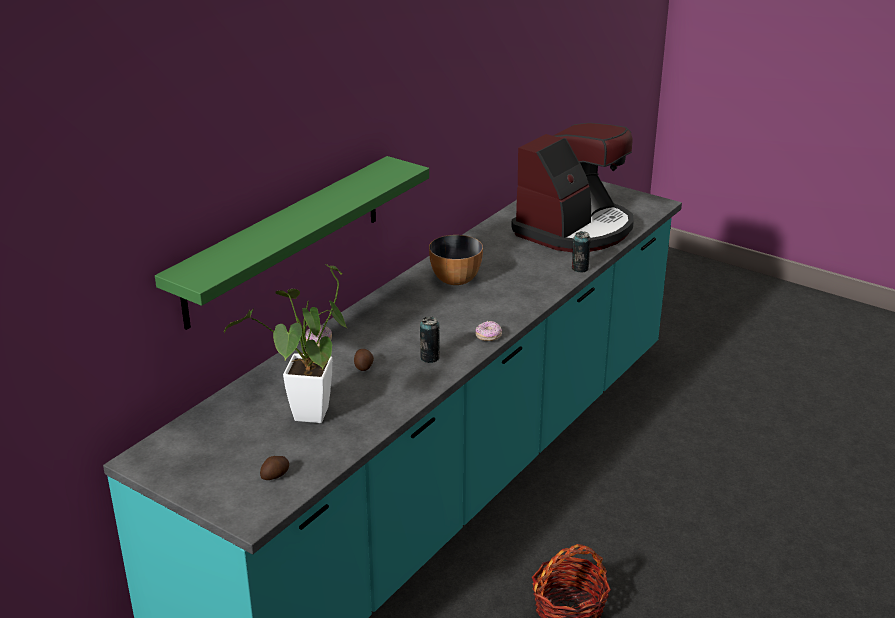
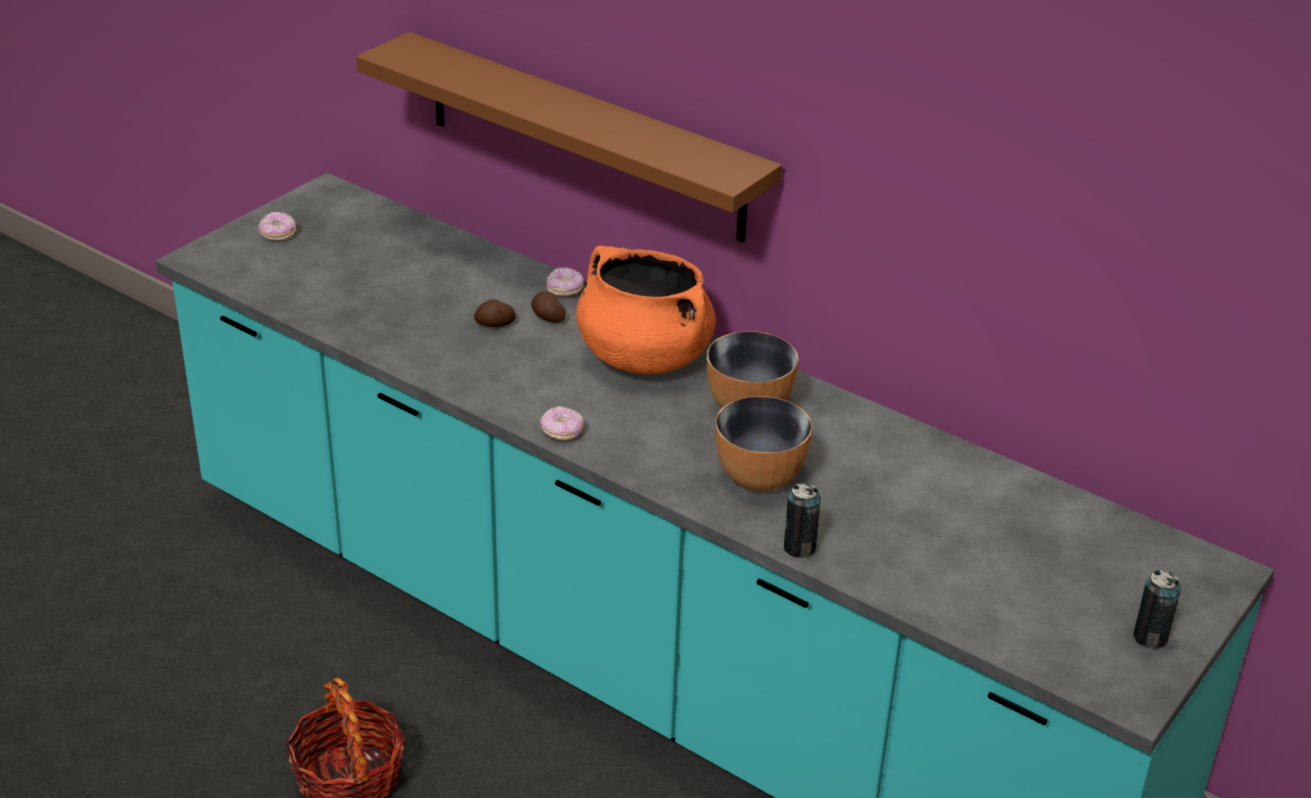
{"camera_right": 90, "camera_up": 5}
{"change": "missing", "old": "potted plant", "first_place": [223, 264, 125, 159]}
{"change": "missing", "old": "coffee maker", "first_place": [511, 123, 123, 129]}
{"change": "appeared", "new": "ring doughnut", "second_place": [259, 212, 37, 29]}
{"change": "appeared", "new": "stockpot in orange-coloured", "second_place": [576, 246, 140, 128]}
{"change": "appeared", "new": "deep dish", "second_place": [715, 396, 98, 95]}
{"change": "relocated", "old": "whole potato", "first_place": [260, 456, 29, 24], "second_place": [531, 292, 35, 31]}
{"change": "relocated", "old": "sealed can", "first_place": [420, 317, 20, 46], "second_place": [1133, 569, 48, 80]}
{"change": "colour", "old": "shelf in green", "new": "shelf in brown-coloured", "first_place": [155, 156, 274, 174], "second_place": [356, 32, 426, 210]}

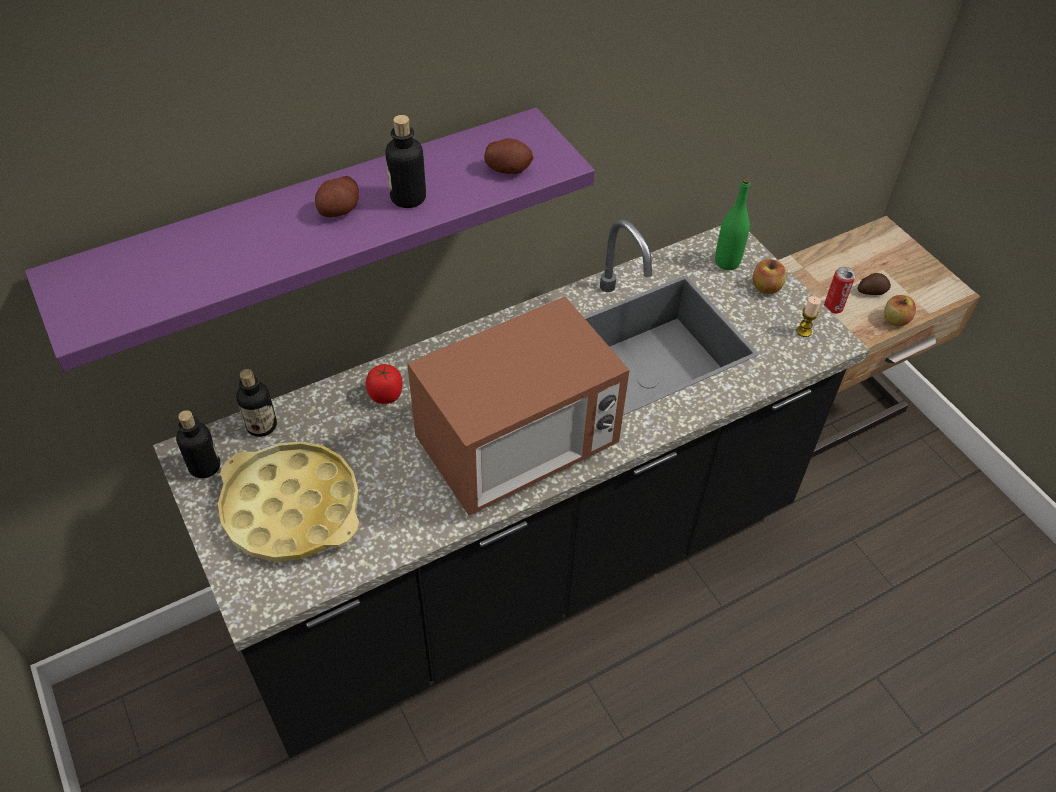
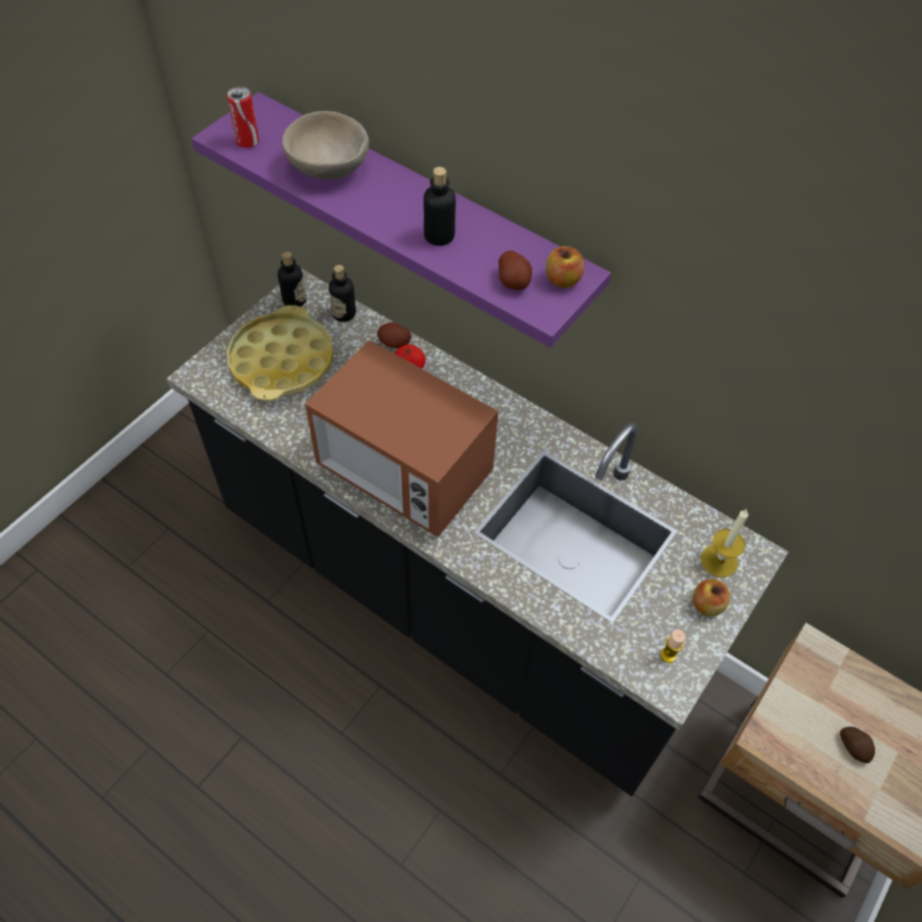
{"camera_right": 65, "camera_up": 5}
{"change": "appeared", "new": "deep dish in sand-coloured", "second_place": [282, 111, 87, 69]}
{"change": "relocated", "old": "whole potato", "first_place": [315, 176, 44, 41], "second_place": [377, 322, 34, 26]}
{"change": "relocated", "old": "sealed can", "first_place": [824, 267, 31, 47], "second_place": [227, 86, 32, 62]}
{"change": "relocated", "old": "apple", "first_place": [884, 295, 32, 31], "second_place": [546, 246, 38, 42]}
{"change": "exchanged", "old": "beverage bottle in green", "new": "wax candle", "first_place": [715, 178, 35, 92], "second_place": [701, 509, 47, 68]}

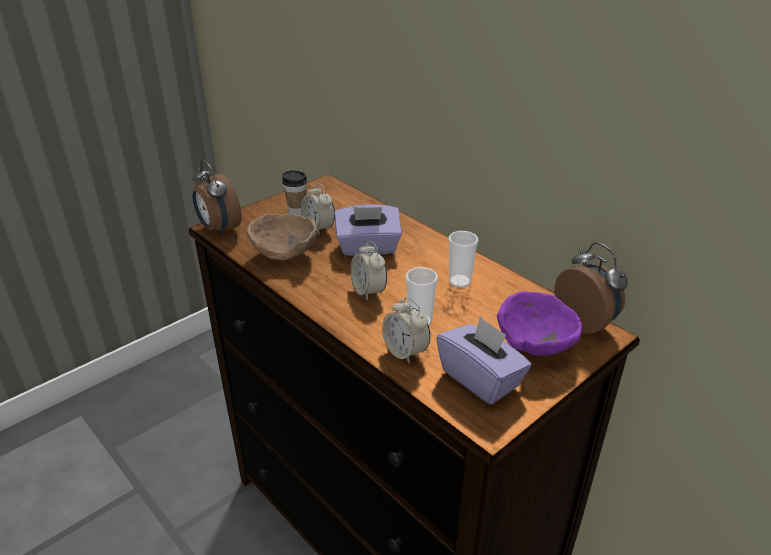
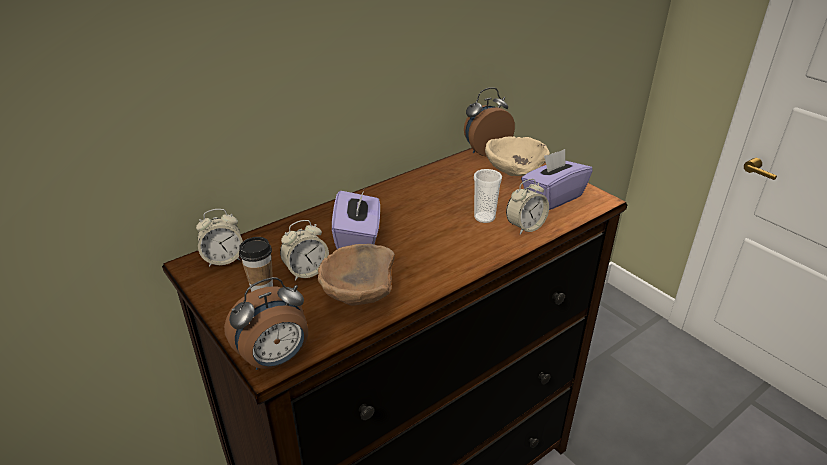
{"camera_right": -85, "camera_up": 0}
{"change": "missing", "old": "cup", "first_place": [448, 231, 31, 57]}
{"change": "relocated", "old": "alarm clock", "first_place": [351, 241, 36, 60], "second_place": [196, 209, 47, 58]}
{"change": "colour", "old": "deep dish in purple-coloured", "new": "deep dish in sand-coloured", "first_place": [497, 291, 85, 65], "second_place": [485, 136, 65, 40]}

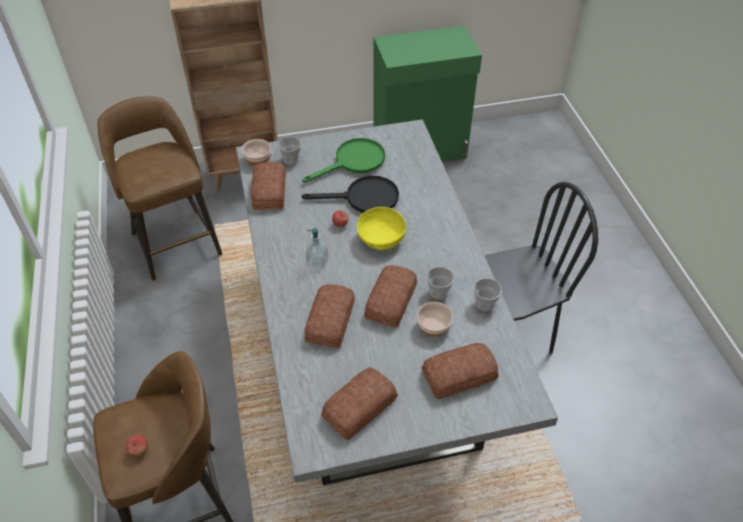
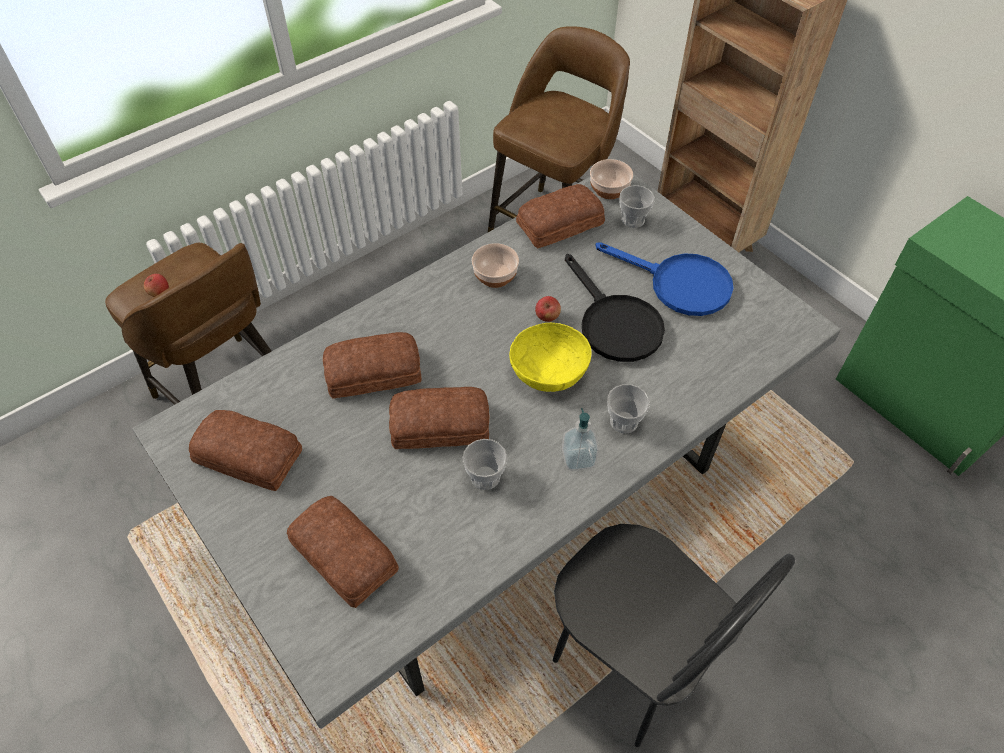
{"camera_right": 65, "camera_up": 5}
{"change": "relocated", "old": "soap dispenser", "first_place": [305, 228, 24, 41], "second_place": [562, 408, 37, 63]}
{"change": "relocated", "old": "deep dish", "first_place": [416, 302, 37, 35], "second_place": [472, 243, 47, 45]}
{"change": "relocated", "old": "cup", "first_place": [474, 278, 28, 33], "second_place": [607, 384, 43, 49]}
{"change": "colour", "old": "skillet in green", "new": "skillet in blue-coloured", "first_place": [302, 138, 83, 45], "second_place": [596, 242, 138, 74]}

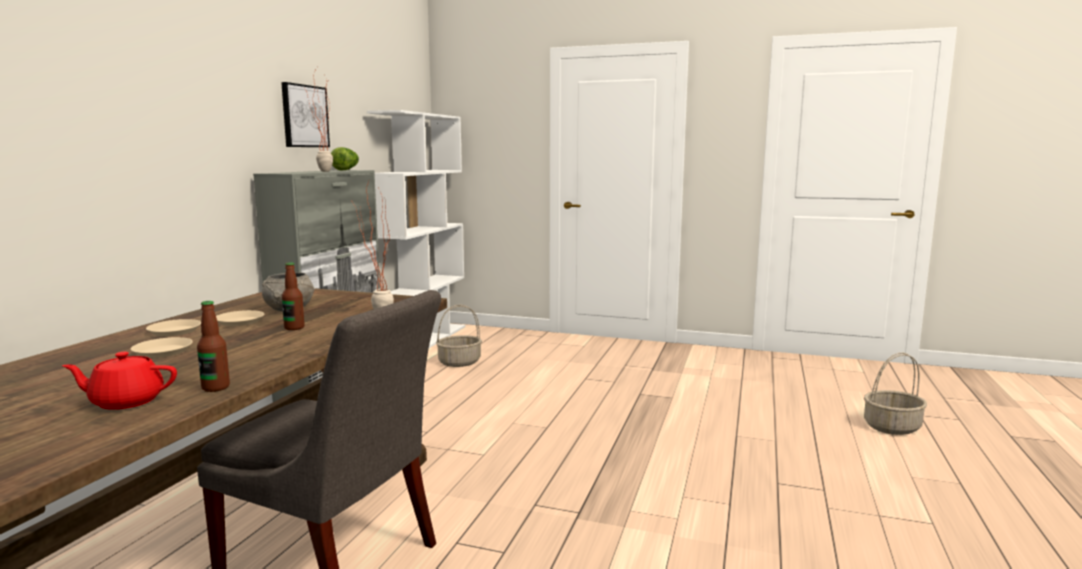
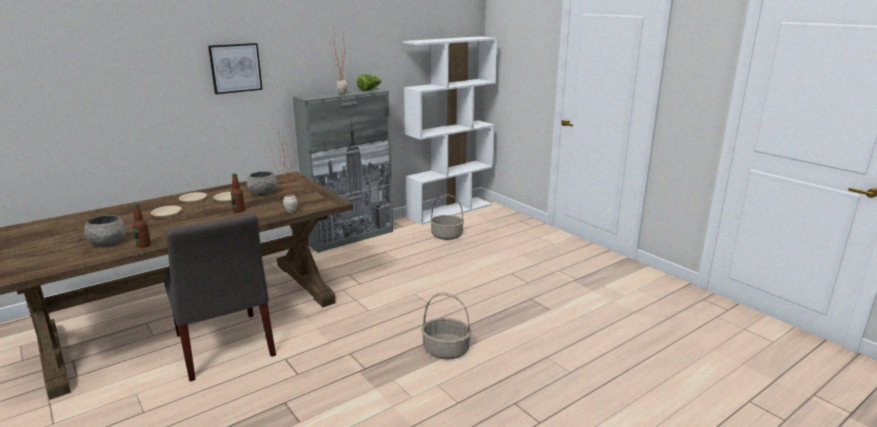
{"camera_right": 35, "camera_up": 10}
{"change": "relocated", "old": "wall art", "first_place": [281, 82, 49, 65], "second_place": [208, 43, 55, 51]}
{"change": "relocated", "old": "storage basket", "first_place": [864, 353, 63, 82], "second_place": [421, 293, 50, 66]}
{"change": "exchanged", "old": "pot for tea in reddish", "new": "deep dish in grey", "first_place": [62, 352, 115, 58], "second_place": [84, 215, 42, 31]}

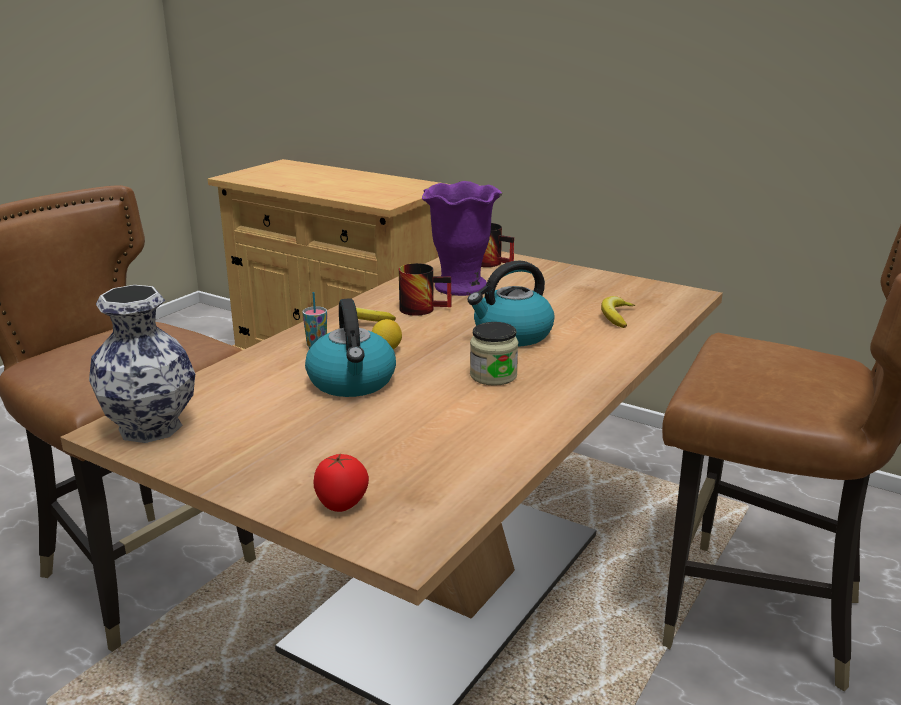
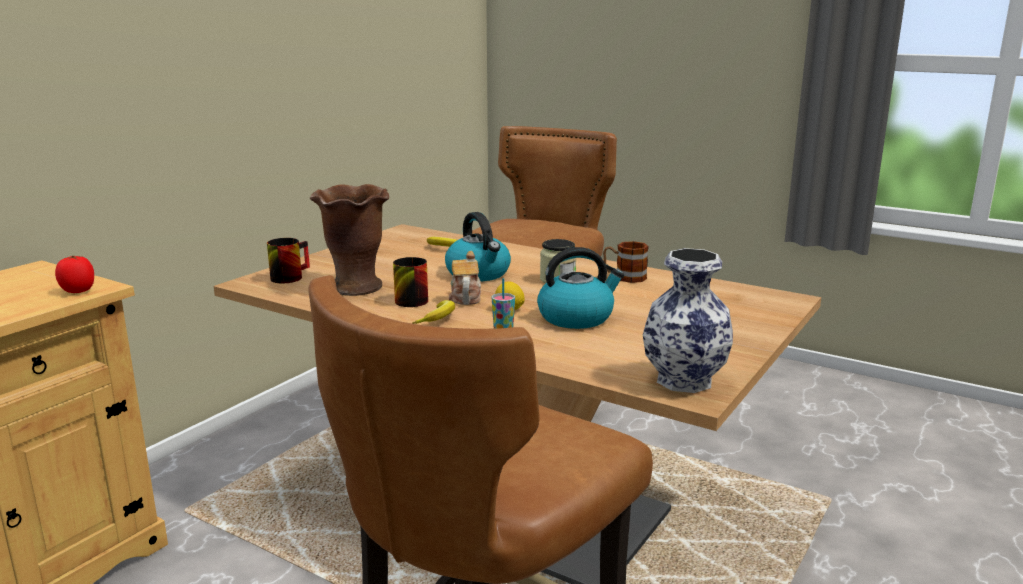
{"camera_right": -90, "camera_up": -5}
{"change": "appeared", "new": "pot for tea", "second_place": [449, 251, 32, 54]}
{"change": "appeared", "new": "coffee mug", "second_place": [603, 241, 46, 42]}
{"change": "relocated", "old": "whole tomato", "first_place": [313, 453, 56, 59], "second_place": [55, 256, 39, 37]}
{"change": "colour", "old": "flower vase in purple-coloured", "new": "flower vase in brown-coloured", "first_place": [422, 181, 80, 115], "second_place": [310, 184, 79, 112]}

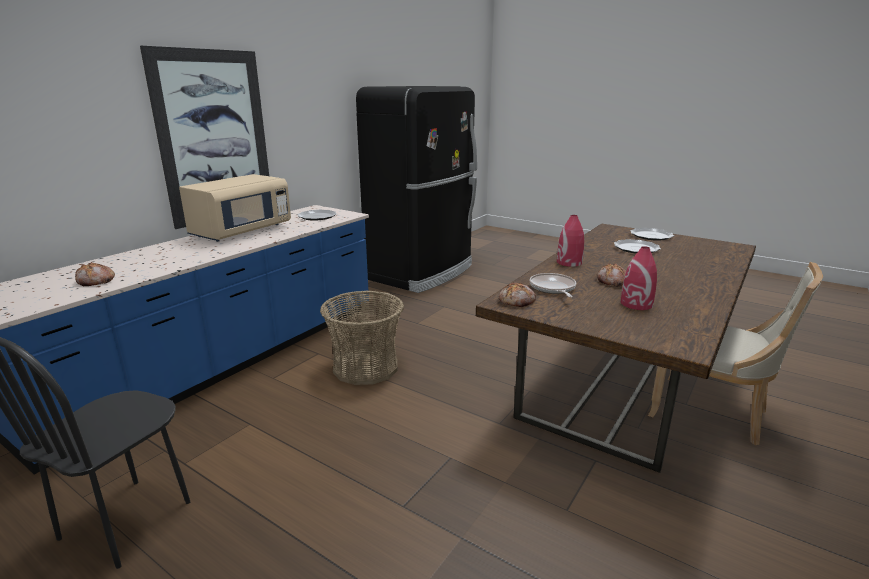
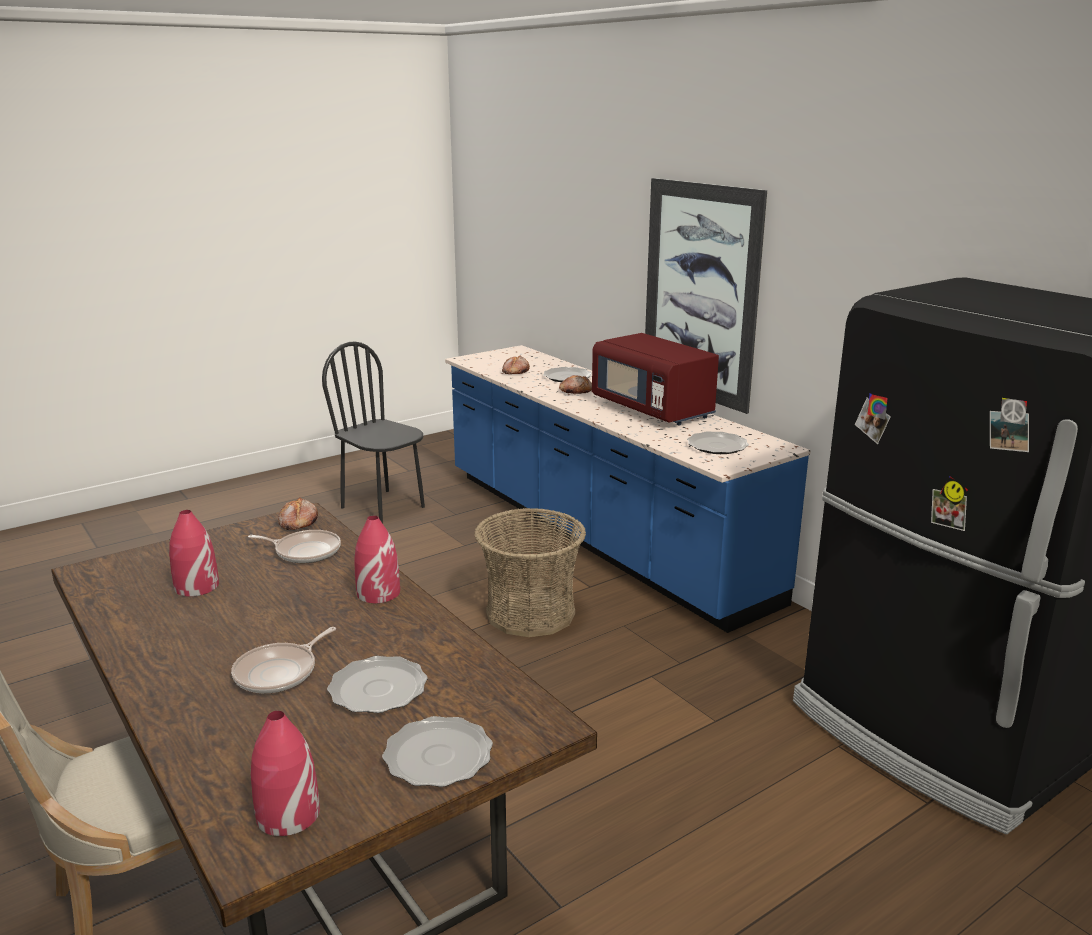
{"camera_right": 110, "camera_up": 0}
{"change": "appeared", "new": "skillet", "second_place": [231, 627, 105, 66]}
{"change": "appeared", "new": "flower vase in reddish", "second_place": [251, 711, 69, 125]}
{"change": "appeared", "new": "dinner plate", "second_place": [543, 367, 49, 15]}
{"change": "relocated", "old": "baked bread", "first_place": [597, 263, 29, 23], "second_place": [559, 375, 33, 19]}
{"change": "colour", "old": "microwave oven in sand-coloured", "new": "microwave oven in reddish", "first_place": [179, 174, 112, 68], "second_place": [592, 333, 127, 92]}

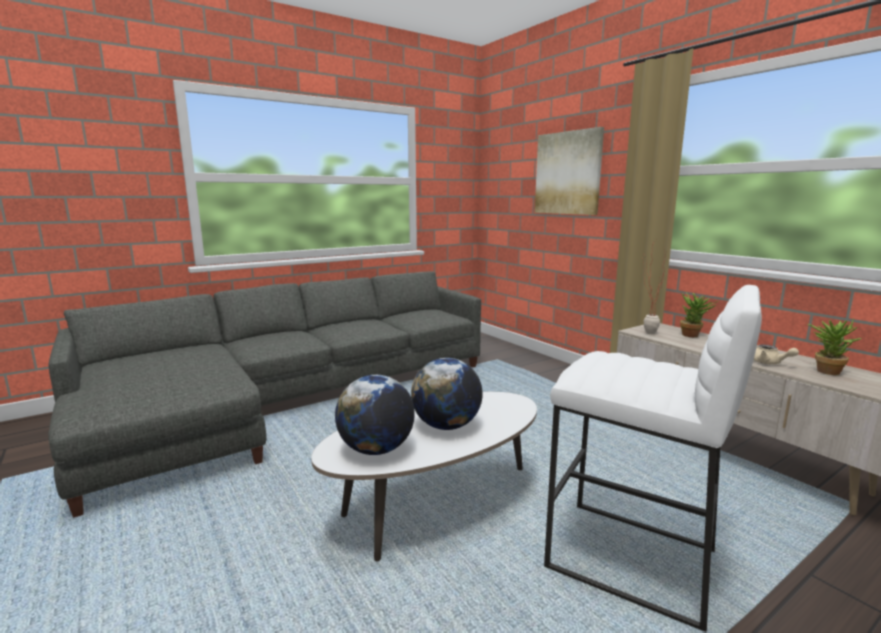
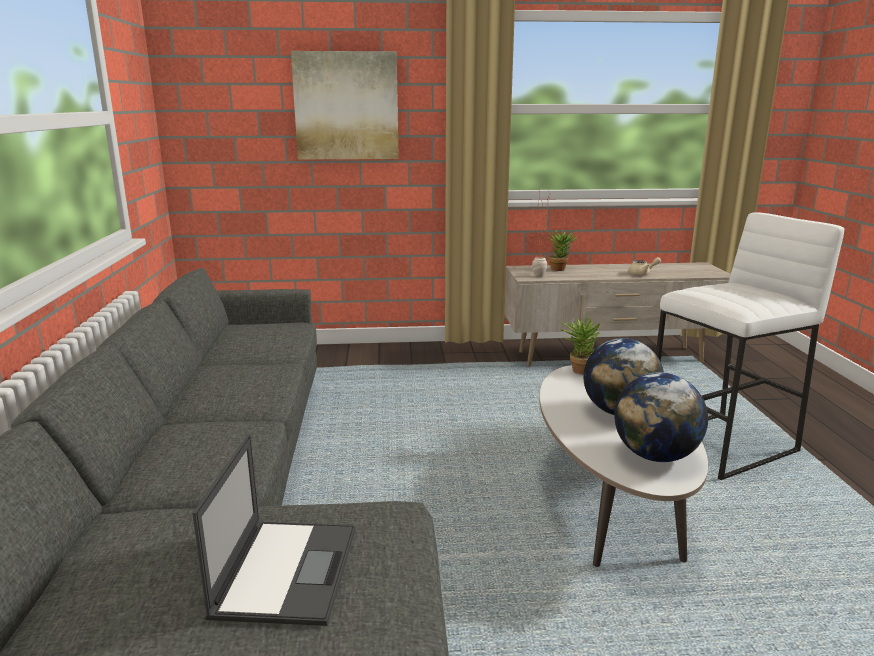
{"camera_right": -60, "camera_up": 5}
{"change": "appeared", "new": "portable computer", "second_place": [192, 434, 163, 192]}
{"change": "relocated", "old": "potted plant", "first_place": [807, 318, 54, 57], "second_place": [560, 313, 40, 62]}

